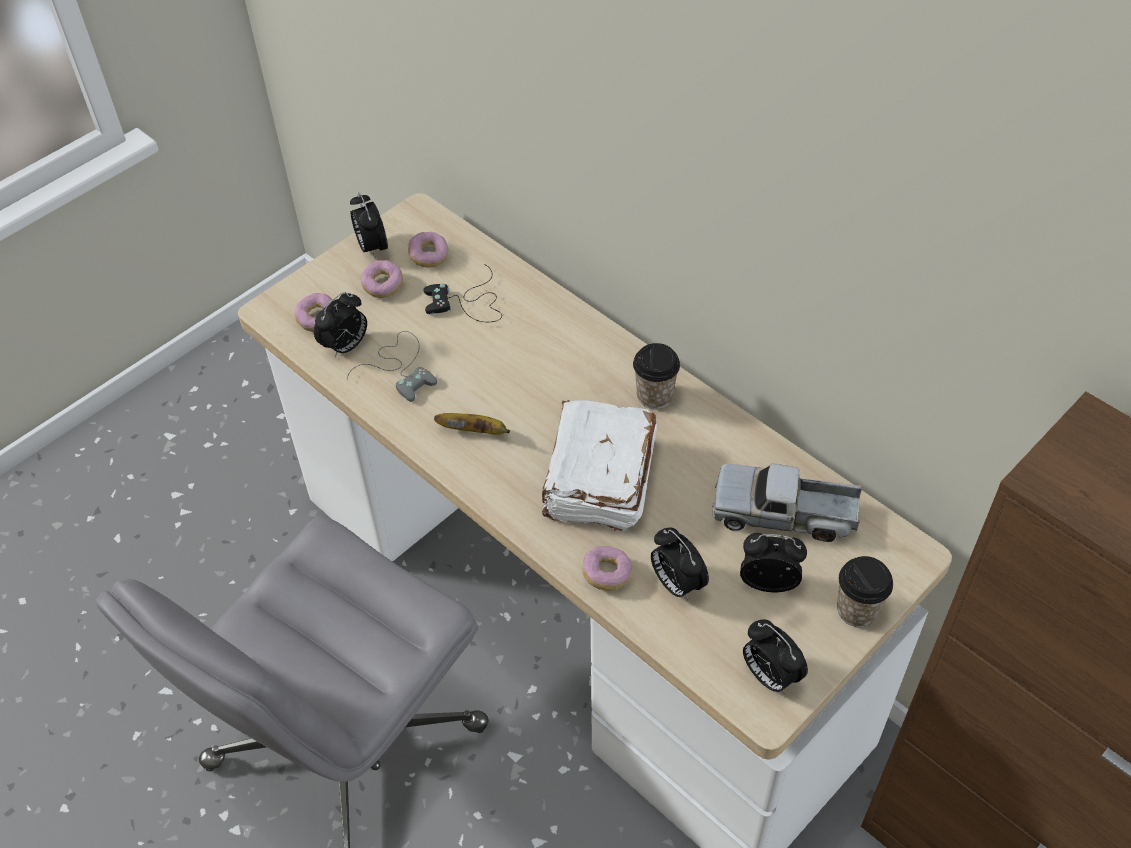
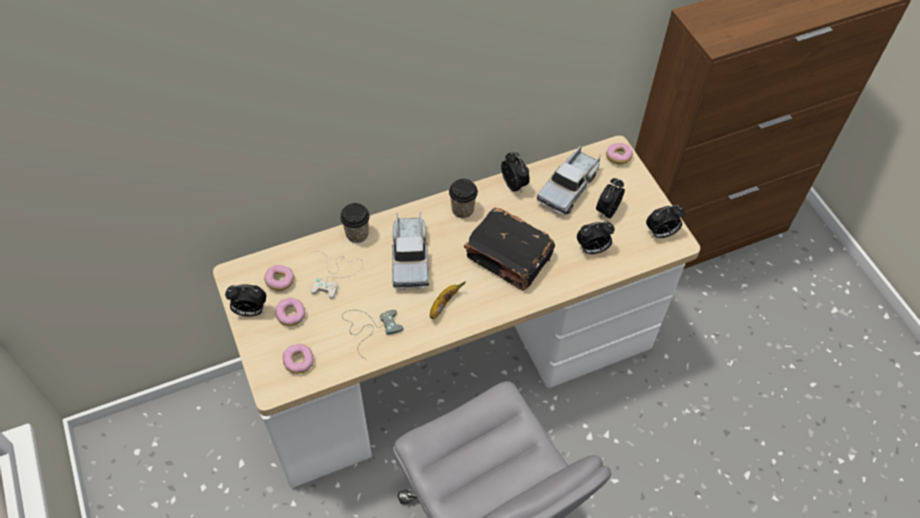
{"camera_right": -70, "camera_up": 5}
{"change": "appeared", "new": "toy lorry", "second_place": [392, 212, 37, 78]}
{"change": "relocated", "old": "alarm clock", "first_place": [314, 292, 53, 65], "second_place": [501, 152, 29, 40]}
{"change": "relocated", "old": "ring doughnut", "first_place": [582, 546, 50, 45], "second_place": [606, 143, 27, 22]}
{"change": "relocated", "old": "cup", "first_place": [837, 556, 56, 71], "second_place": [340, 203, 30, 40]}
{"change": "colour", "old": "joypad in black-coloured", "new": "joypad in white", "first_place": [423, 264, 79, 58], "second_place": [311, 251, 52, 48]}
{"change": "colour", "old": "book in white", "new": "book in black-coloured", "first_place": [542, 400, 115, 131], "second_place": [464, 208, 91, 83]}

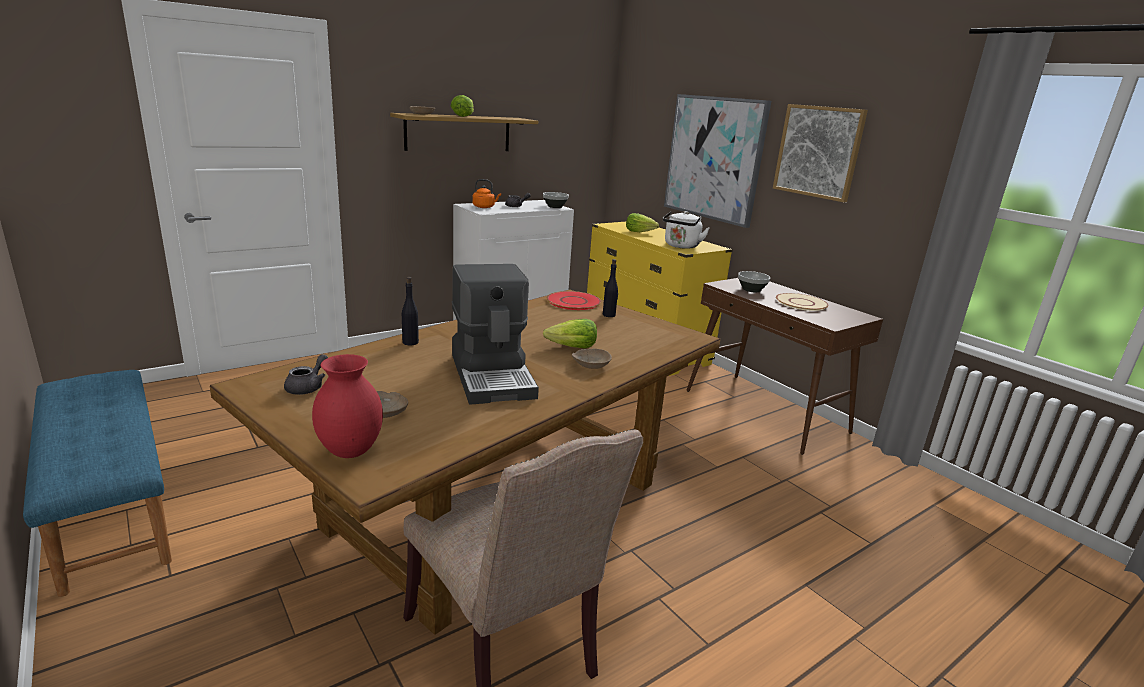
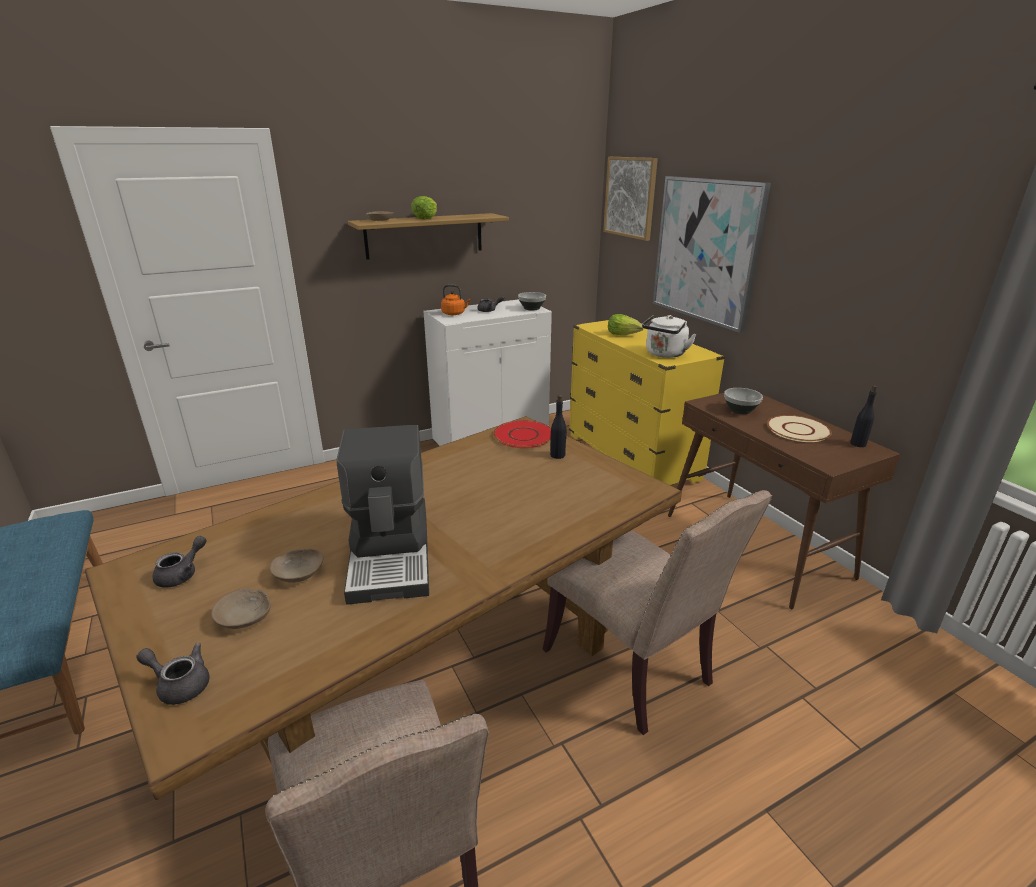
{"camera_right": 10, "camera_up": 5}
{"change": "missing", "old": "lettuce head", "first_place": [543, 319, 54, 30]}
{"change": "appeared", "new": "plain chair in sand-coloured", "second_place": [542, 490, 230, 245]}
{"change": "relocated", "old": "beverage bottle in black-coloured", "first_place": [402, 277, 17, 68], "second_place": [850, 386, 27, 61]}
{"change": "relocated", "old": "deep dish in sand-coloured", "first_place": [572, 349, 40, 20], "second_place": [270, 549, 53, 34]}
{"change": "relocated", "old": "wall art", "first_place": [773, 104, 95, 98], "second_place": [603, 157, 55, 84]}
{"change": "exchanged", "old": "flower vase in reddish", "new": "pot for tea in grey", "first_place": [312, 354, 71, 104], "second_place": [137, 643, 73, 62]}

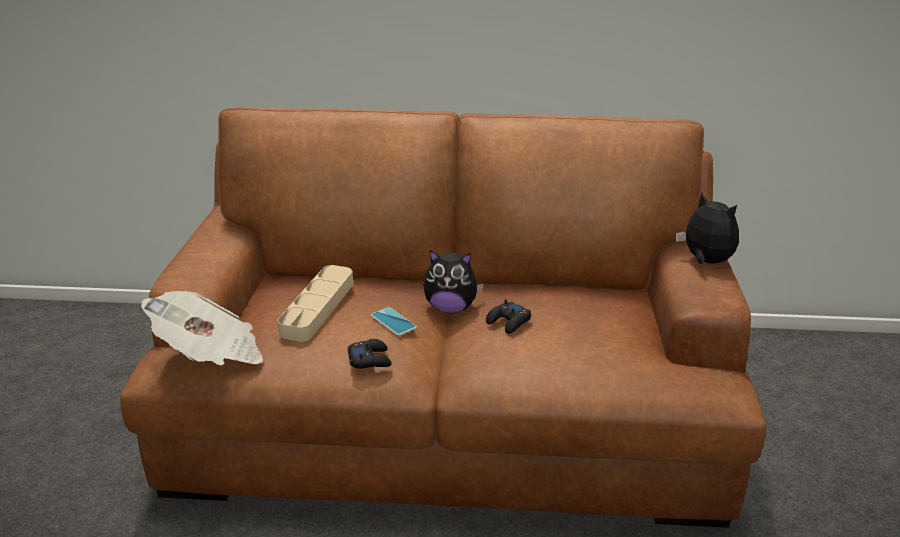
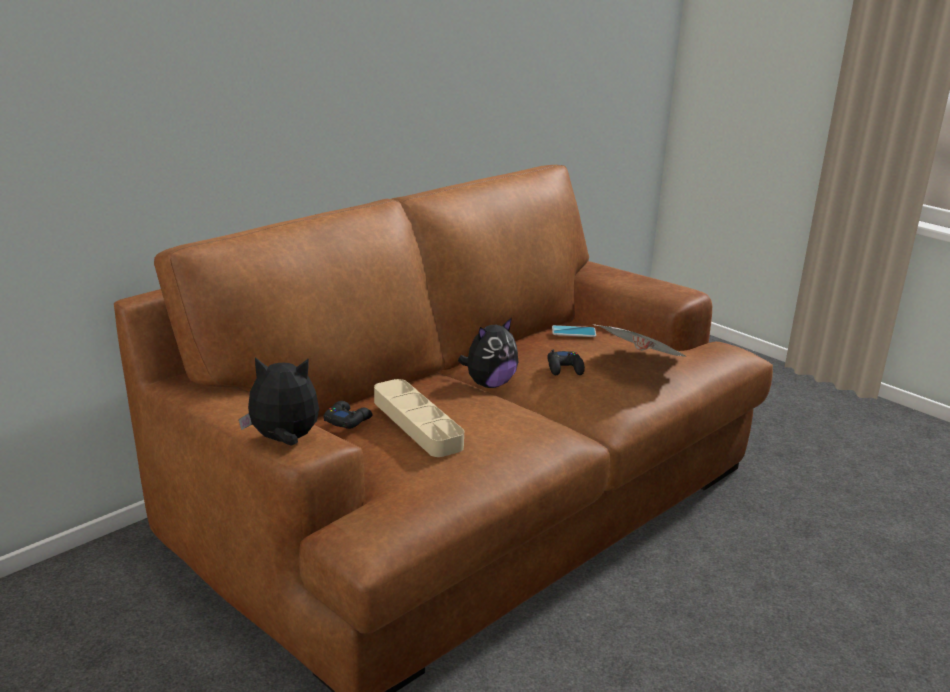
{"camera_right": -50, "camera_up": -5}
{"change": "relocated", "old": "newspaper", "first_place": [141, 291, 122, 74], "second_place": [593, 324, 93, 33]}
{"change": "relocated", "old": "joypad in black-coloured", "first_place": [347, 339, 45, 30], "second_place": [323, 401, 49, 28]}
{"change": "relocated", "old": "telephone", "first_place": [371, 307, 46, 29], "second_place": [552, 325, 44, 12]}
{"change": "relocated", "old": "cuddly toy", "first_place": [676, 193, 63, 70], "second_place": [239, 357, 80, 89]}

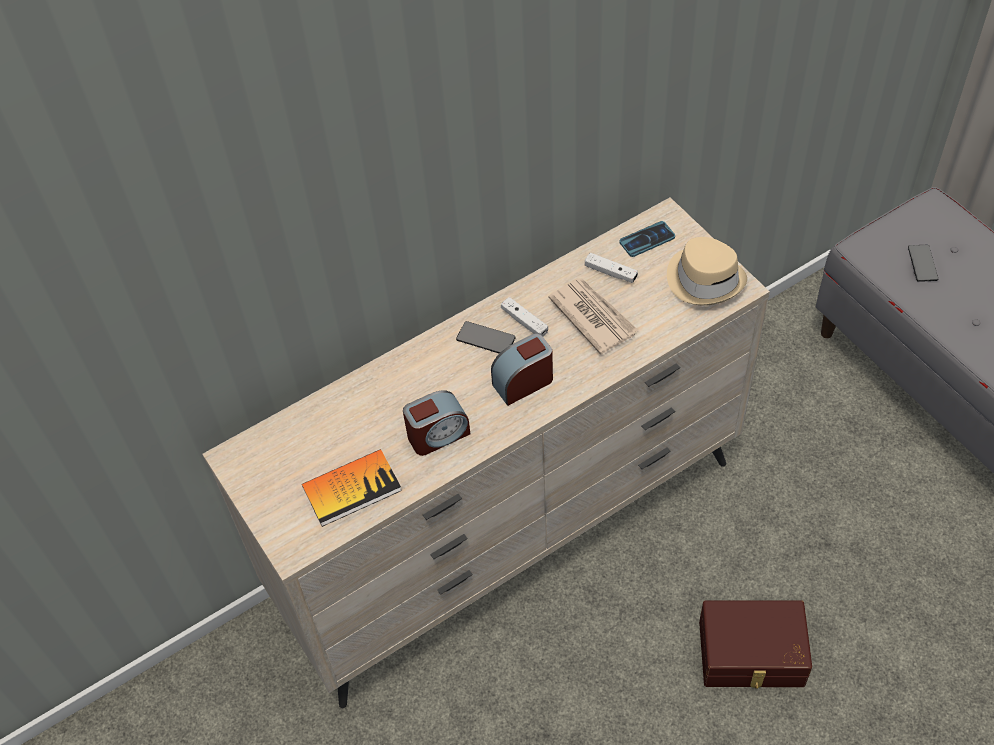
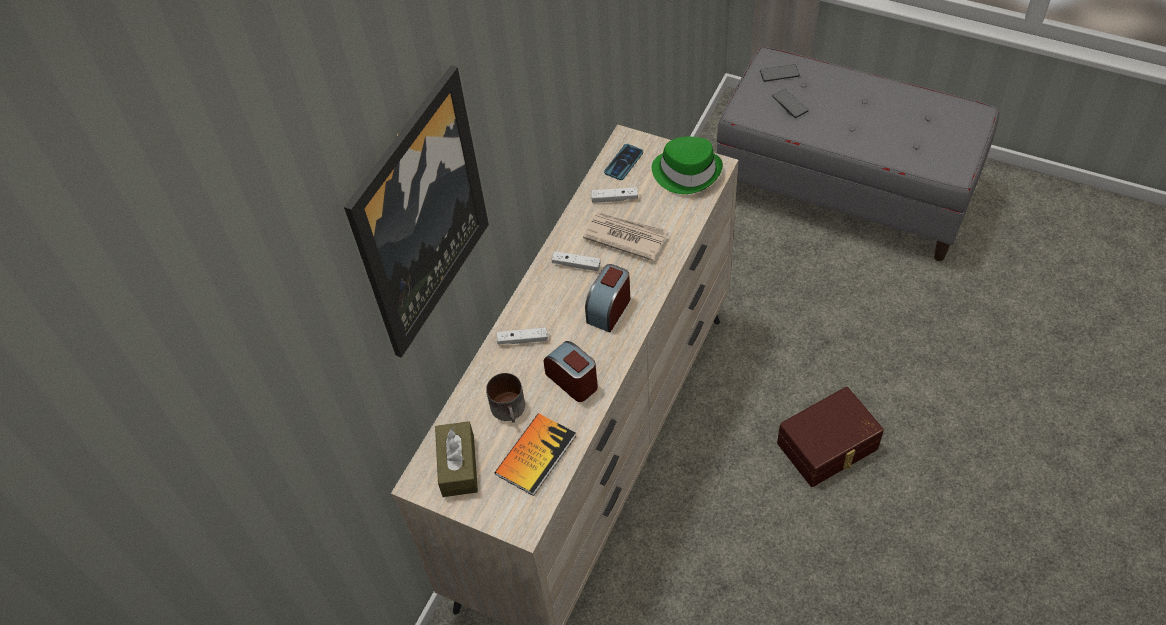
{"camera_right": -30, "camera_up": 0}
{"change": "appeared", "new": "wall art", "second_place": [344, 65, 145, 293]}
{"change": "appeared", "new": "tissue box in brown-coloured", "second_place": [435, 421, 43, 76]}
{"change": "appeared", "new": "coffee mug", "second_place": [486, 373, 39, 50]}
{"change": "appeared", "new": "joypad in white", "second_place": [497, 327, 51, 18]}
{"change": "relocated", "old": "telephone", "first_place": [456, 321, 60, 32], "second_place": [760, 64, 40, 18]}
{"change": "colour", "old": "clothing hat in sand-coloured", "new": "clothing hat in green", "first_place": [667, 237, 80, 69], "second_place": [652, 137, 71, 57]}
{"change": "spun", "old": "alarm clock", "first_place": [403, 390, 67, 66], "second_place": [544, 341, 54, 61], "degrees": -75}

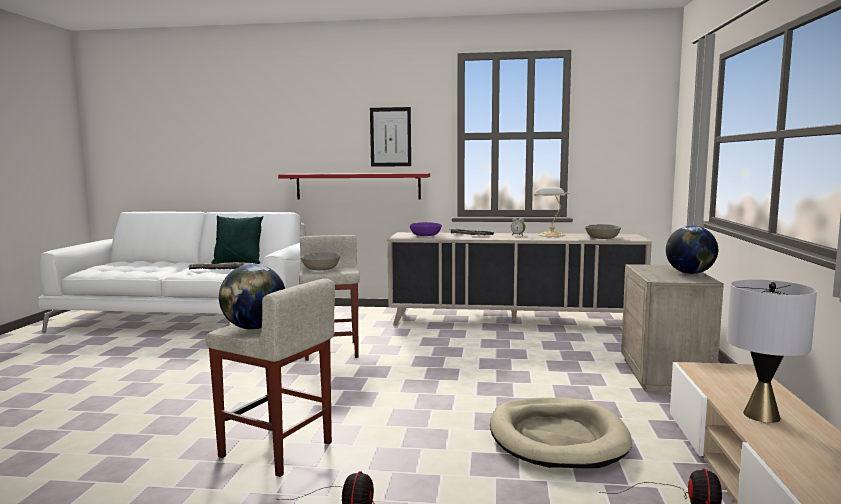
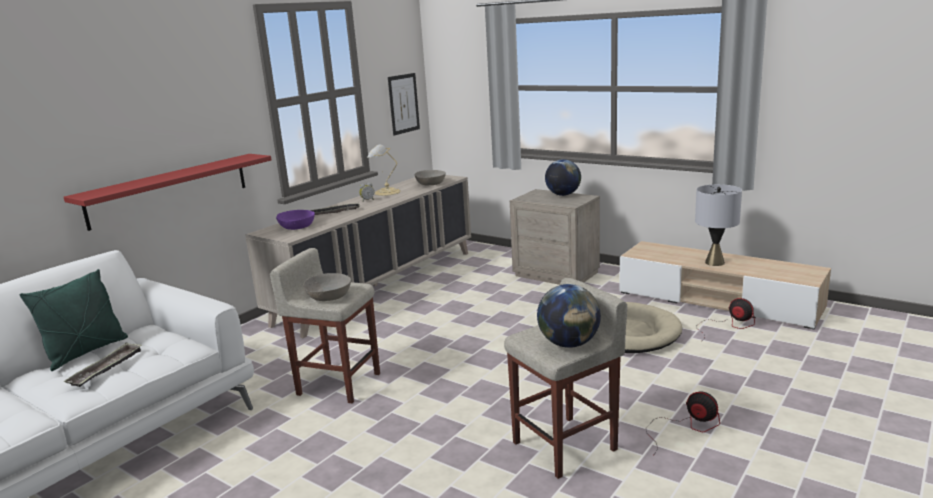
{"camera_right": -60, "camera_up": 10}
{"change": "relocated", "old": "wall art", "first_place": [370, 107, 41, 60], "second_place": [388, 73, 32, 63]}

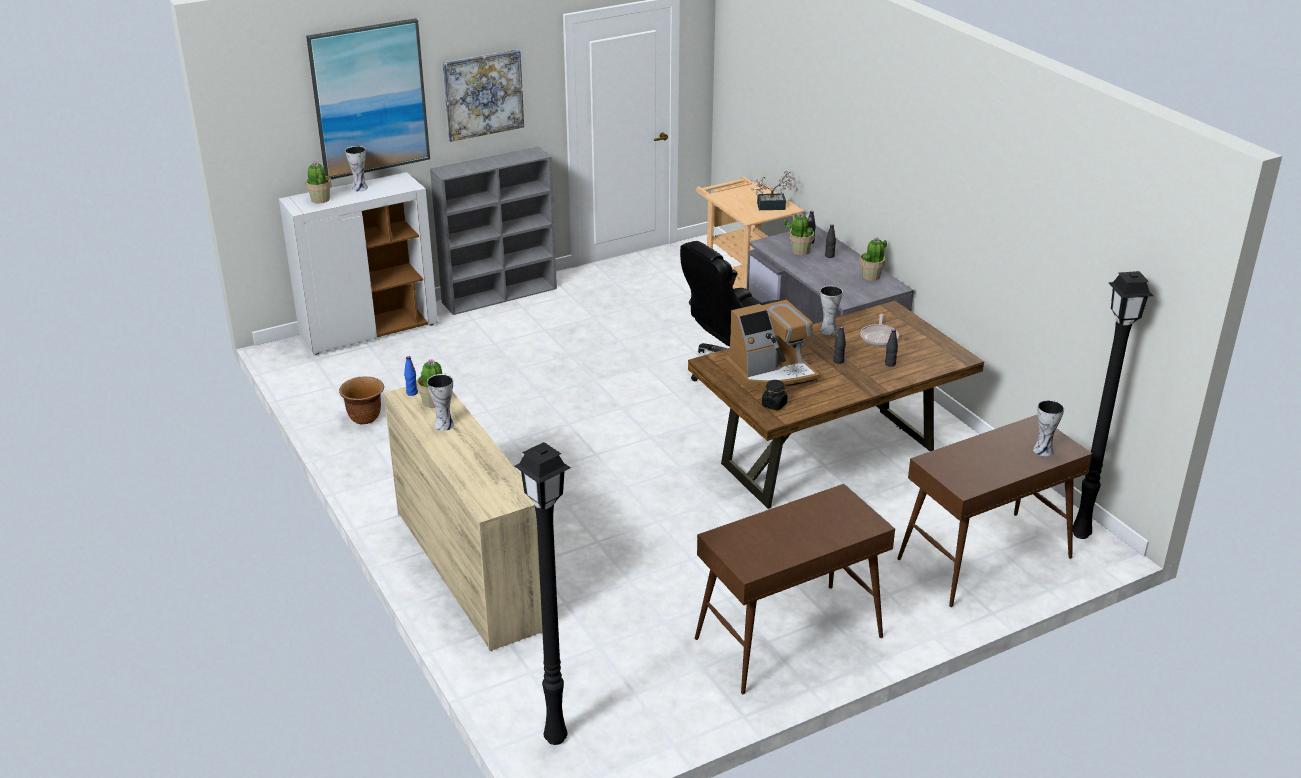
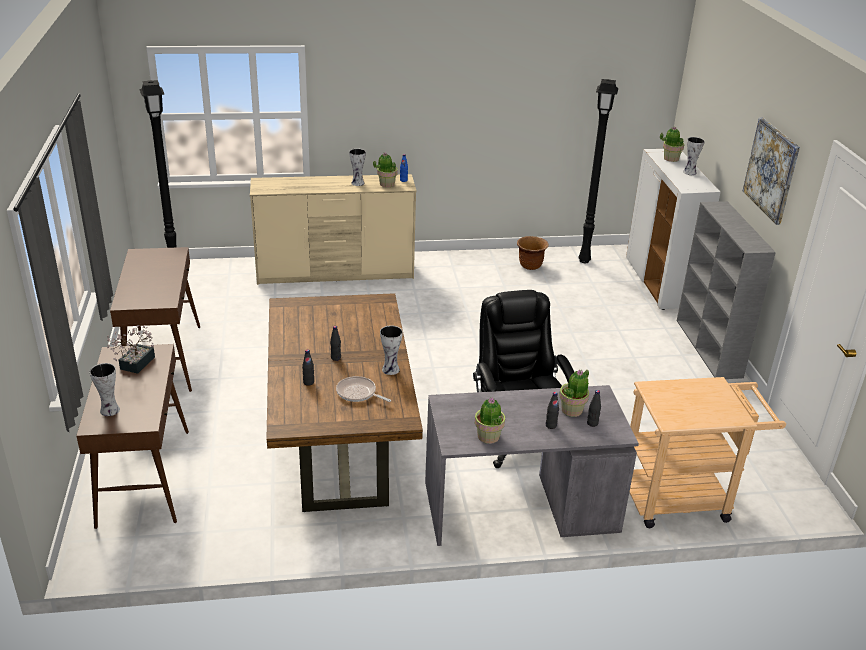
{"camera_right": 110, "camera_up": 0}
{"change": "missing", "old": "wall art", "first_place": [306, 18, 124, 161]}
{"change": "missing", "old": "coffee maker", "first_place": [725, 300, 95, 90]}
{"change": "missing", "old": "preserve jar in black-coloured", "first_place": [762, 380, 25, 30]}
{"change": "relocated", "old": "potted plant", "first_place": [751, 171, 47, 39], "second_place": [107, 325, 48, 49]}
{"change": "relocated", "old": "floor lamp in black-coloured", "first_place": [1073, 271, 80, 268], "second_place": [578, 79, 40, 184]}

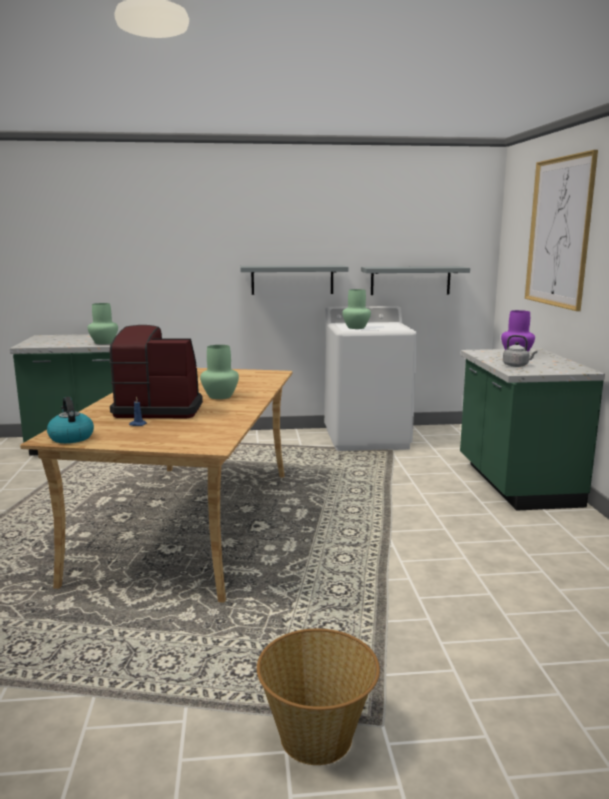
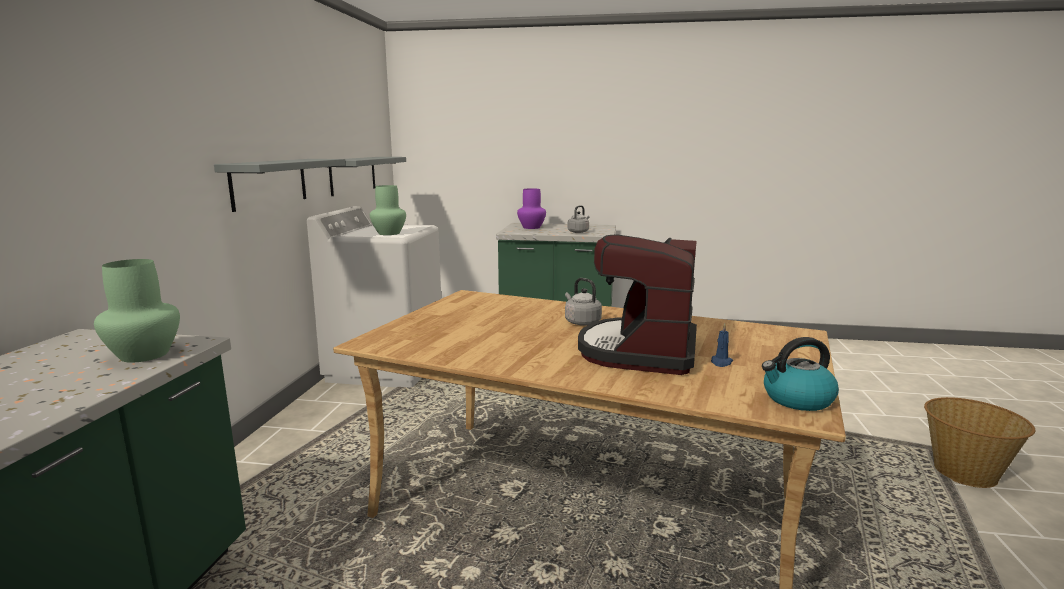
{"camera_right": -75, "camera_up": 0}
{"change": "missing", "old": "wall art", "first_place": [525, 150, 73, 161]}
{"change": "exchanged", "old": "flower vase in green", "new": "kettle in grey", "first_place": [200, 345, 39, 54], "second_place": [565, 278, 37, 48]}

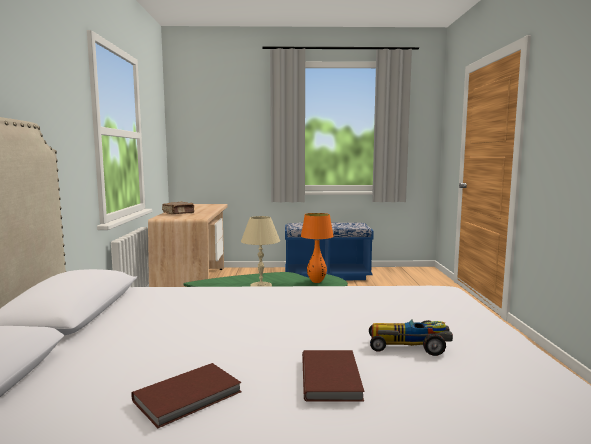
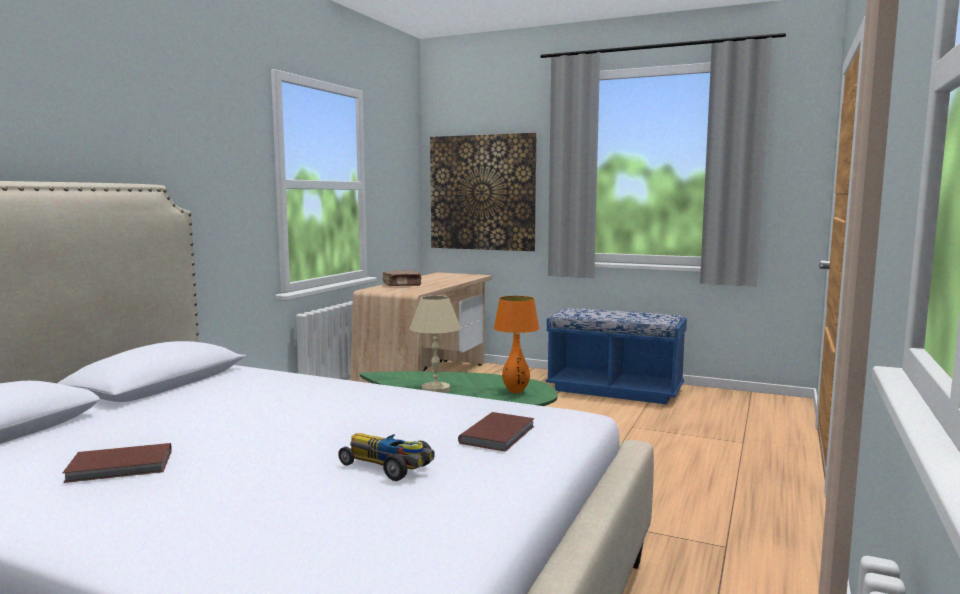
{"camera_right": 25, "camera_up": 0}
{"change": "appeared", "new": "wall art", "second_place": [430, 133, 106, 118]}
{"change": "relocated", "old": "book in brown-coloured", "first_place": [302, 350, 63, 52], "second_place": [458, 412, 77, 40]}

